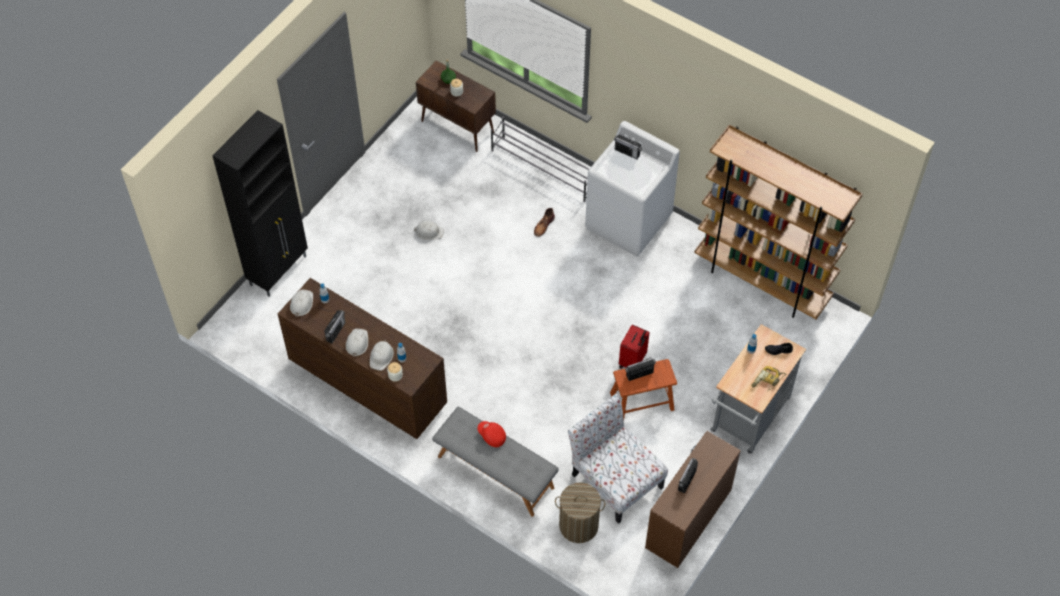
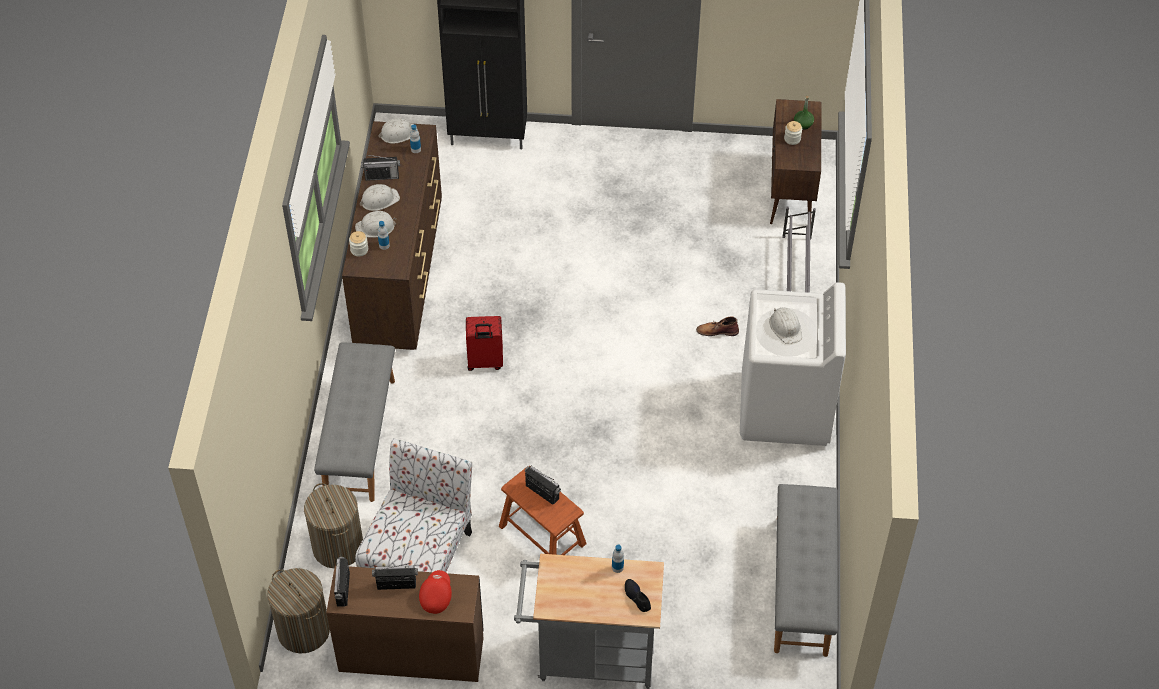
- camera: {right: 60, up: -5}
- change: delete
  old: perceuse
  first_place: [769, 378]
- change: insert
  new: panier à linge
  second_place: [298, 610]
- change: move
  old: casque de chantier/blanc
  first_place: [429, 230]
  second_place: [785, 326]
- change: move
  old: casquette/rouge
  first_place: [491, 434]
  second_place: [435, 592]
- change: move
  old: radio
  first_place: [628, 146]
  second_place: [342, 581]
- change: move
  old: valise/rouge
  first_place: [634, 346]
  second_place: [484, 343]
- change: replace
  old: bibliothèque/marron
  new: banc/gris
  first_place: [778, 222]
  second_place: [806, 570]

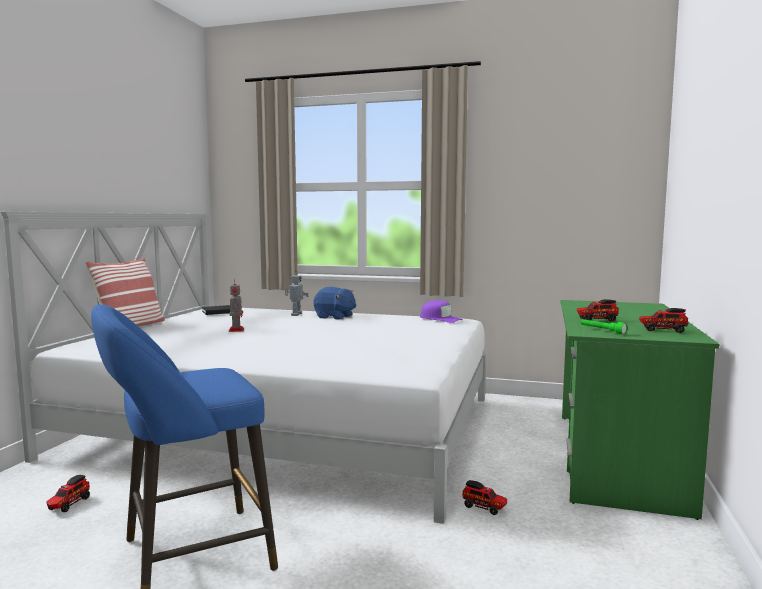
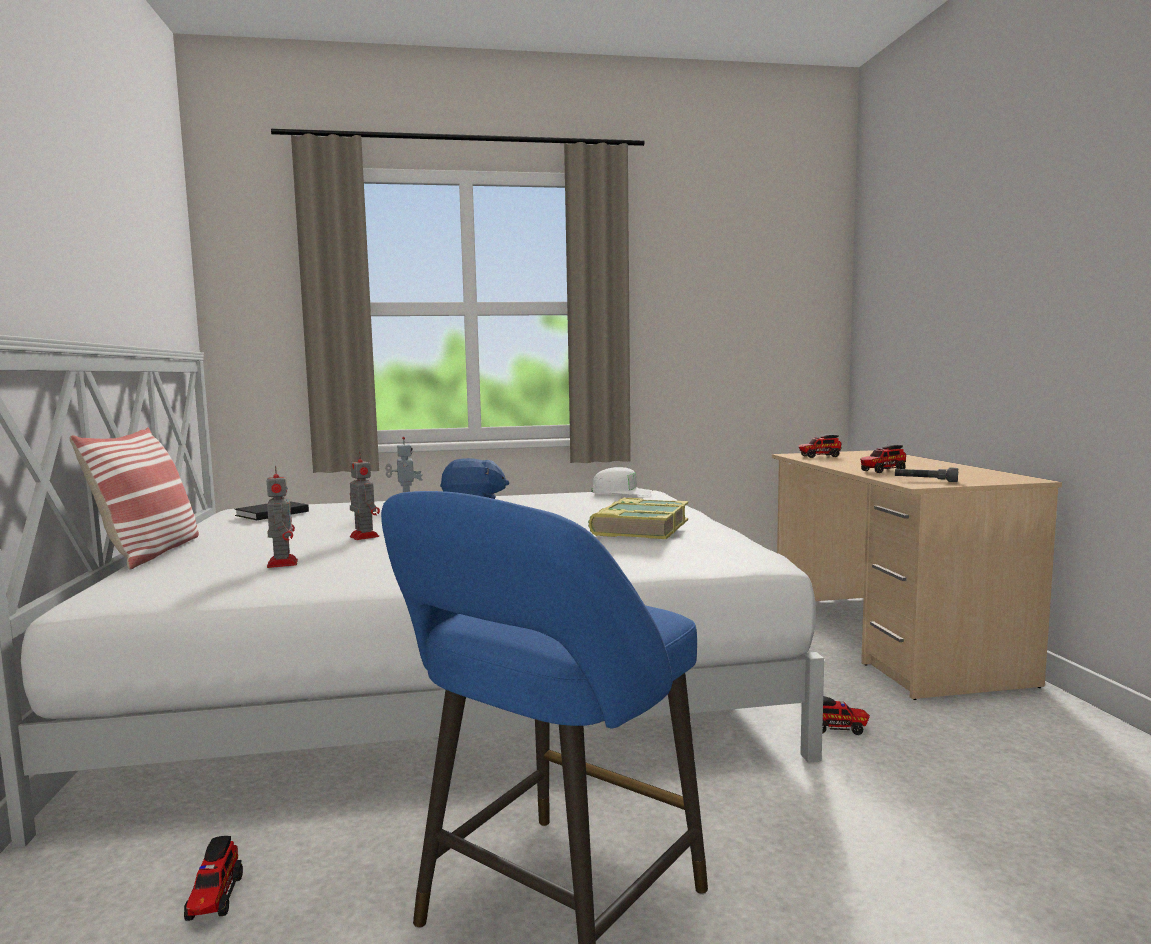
- camera: {right: -25, up: 0}
- change: insert
  new: robot jouet
  second_place: [282, 516]
- change: insert
  new: livre
  second_place: [638, 518]
- change: move
  old: camion jouet
  first_place: [663, 320]
  second_place: [820, 446]
- change: recolor
  old: casquette/violet
  new: casquette/blanc
  first_place: [441, 311]
  second_place: [622, 481]
- change: recolor
  old: bureau/vert
  new: bureau/beige
  first_place: [640, 410]
  second_place: [917, 575]
- change: recolor
  old: lampe de poche/vert
  new: lampe de poche/gris
  first_place: [604, 326]
  second_place: [926, 474]

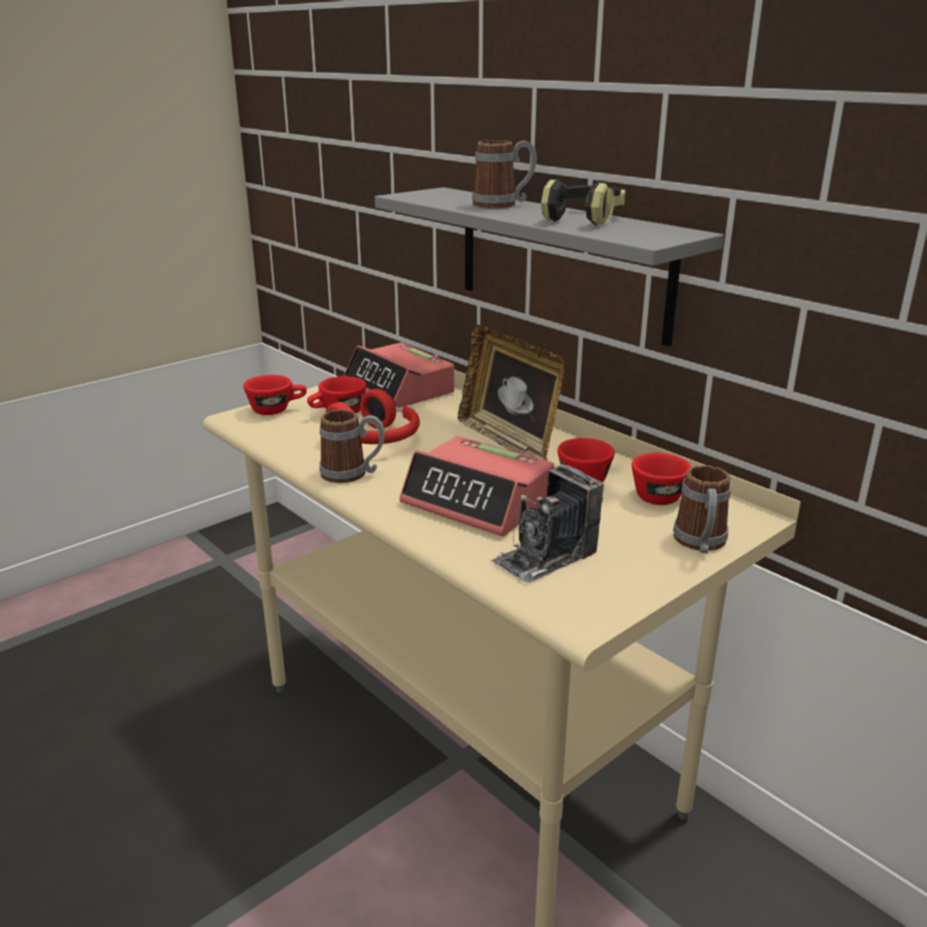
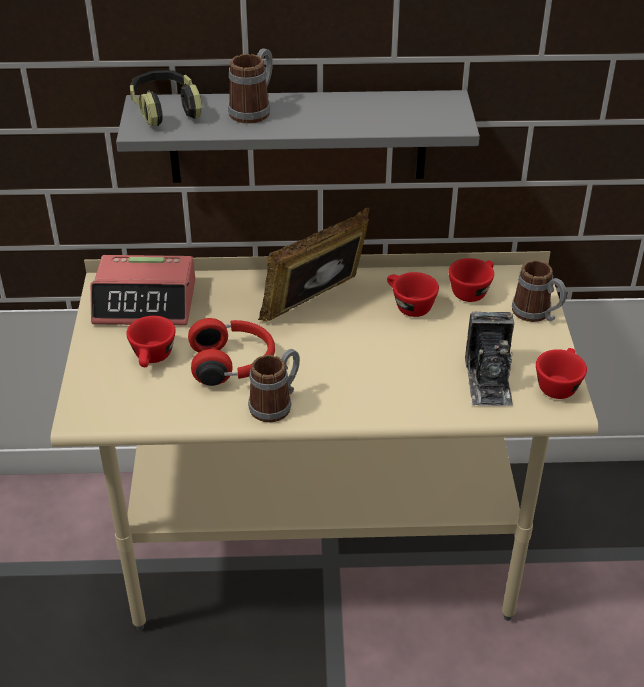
- camera: {right: -50, up: 15}
- change: delete
  old: réveil
  first_place: [477, 486]
- change: move
  old: tasse/rouge
  first_place: [275, 395]
  second_place: [561, 373]
- change: move
  old: casque audio
  first_place: [583, 202]
  second_place: [166, 98]
- change: rotate
  old: cadre photo
  first_place: [512, 392]
  second_place: [313, 265]
  degrees: 135

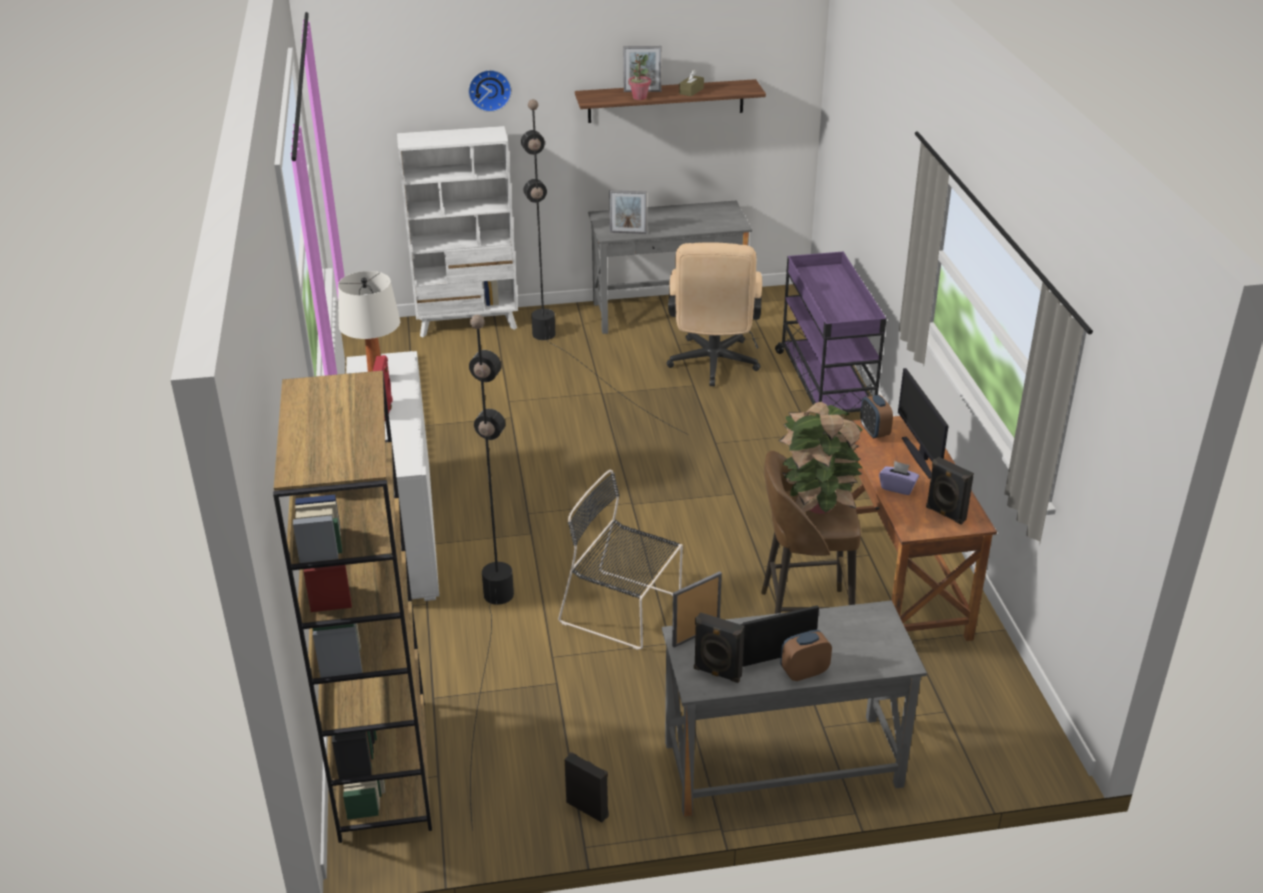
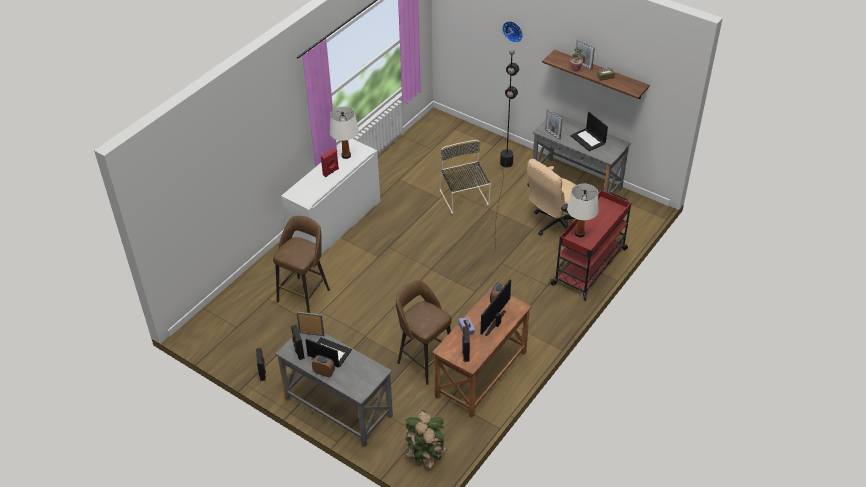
- camera: {right: 45, up: 10}
- change: delete
  old: bibliothèque/marron
  first_place: [352, 606]
- change: delete
  old: bibliothèque/blanc
  first_place: [457, 231]
- change: insert
  new: lampe de table/blanc
  second_place: [583, 210]
- change: insert
  new: ordinateur portable
  second_place: [589, 131]
- change: move
  old: chaise/noir
  first_place: [620, 560]
  second_place: [465, 177]
- change: move
  old: plante en pot
  first_place: [821, 458]
  second_place: [426, 439]
- change: replace
  old: lampadaire/noir
  new: tabouret/marron
  first_place: [491, 572]
  second_place: [301, 264]
- change: recolor
  old: chariot/violet
  new: chariot/rouge
  first_place: [831, 332]
  second_place: [590, 245]

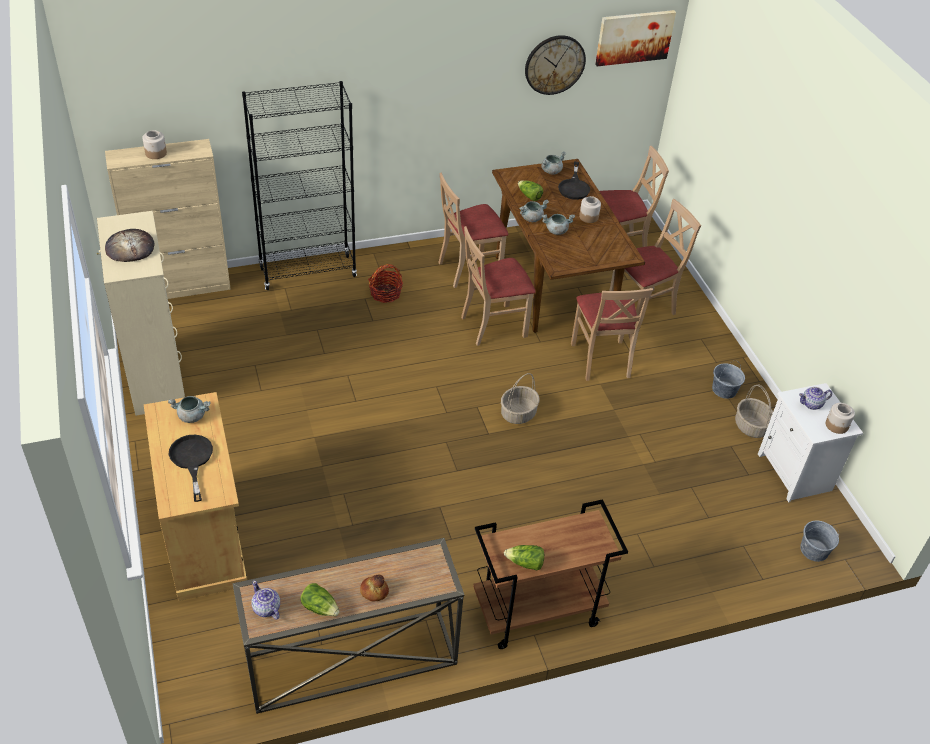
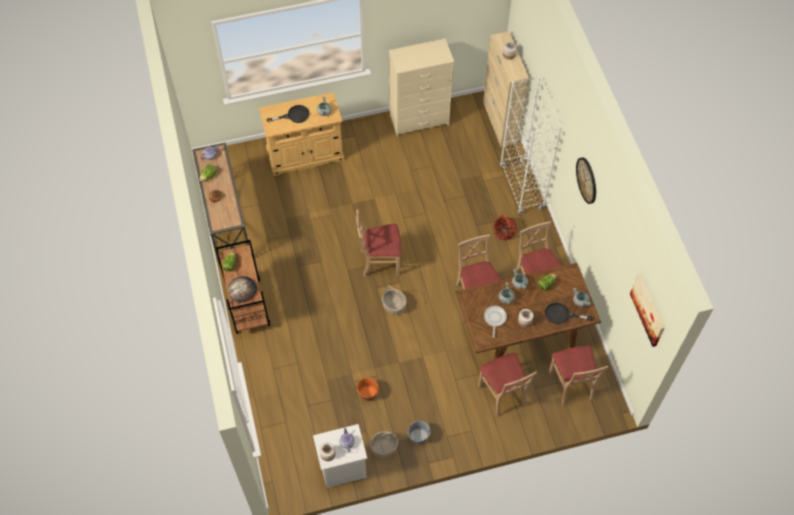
- camera: {right: 95, up: 15}
- change: delete
  old: seau/gris
  first_place: [819, 541]
- change: insert
  new: seau/orange
  second_place: [368, 389]
- change: insert
  new: poêle
  second_place: [495, 321]
- change: move
  old: pain
  first_place: [130, 245]
  second_place: [242, 289]
- change: move
  old: horloge murale
  first_place: [555, 65]
  second_place: [586, 180]
- change: move
  old: chaise/beige
  first_place: [612, 334]
  second_place: [378, 243]
- change: recolor
  old: bibliothèque/noir
  new: bibliothèque/blanc
  first_place: [299, 185]
  second_place: [531, 145]

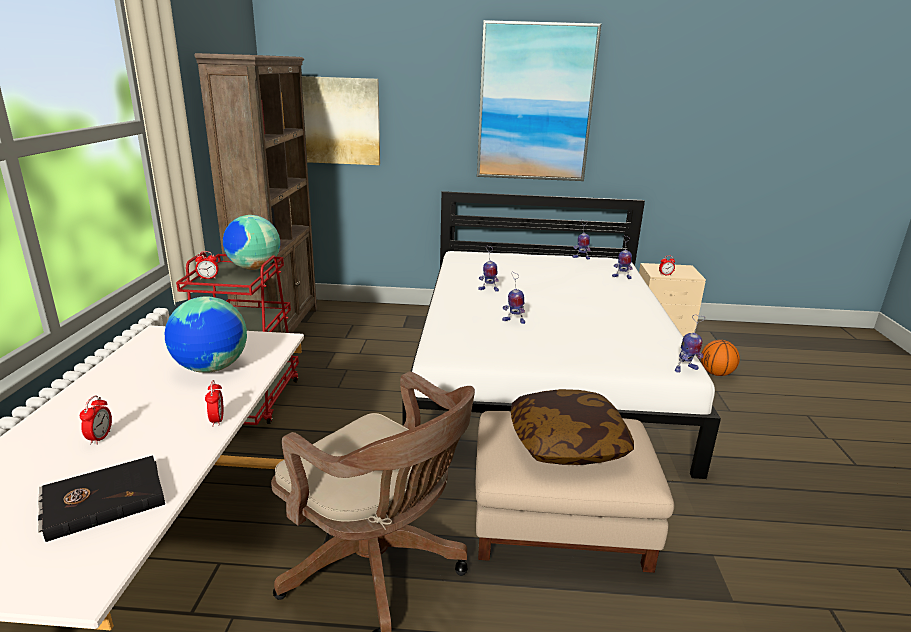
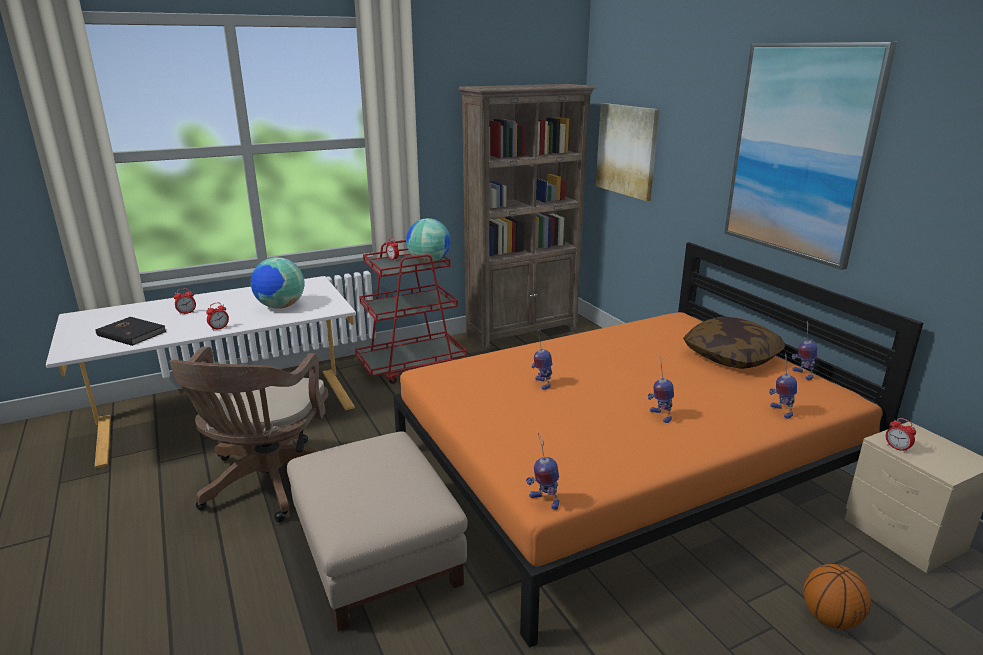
- camera: {right: 60, up: 0}
- change: move
  old: robot jouet
  first_place: [488, 268]
  second_place: [661, 390]
- change: move
  old: coussin
  first_place: [572, 427]
  second_place: [734, 343]
- change: recolor
  old: lit/blanc
  new: lit/orange
  first_place: [561, 335]
  second_place: [658, 445]

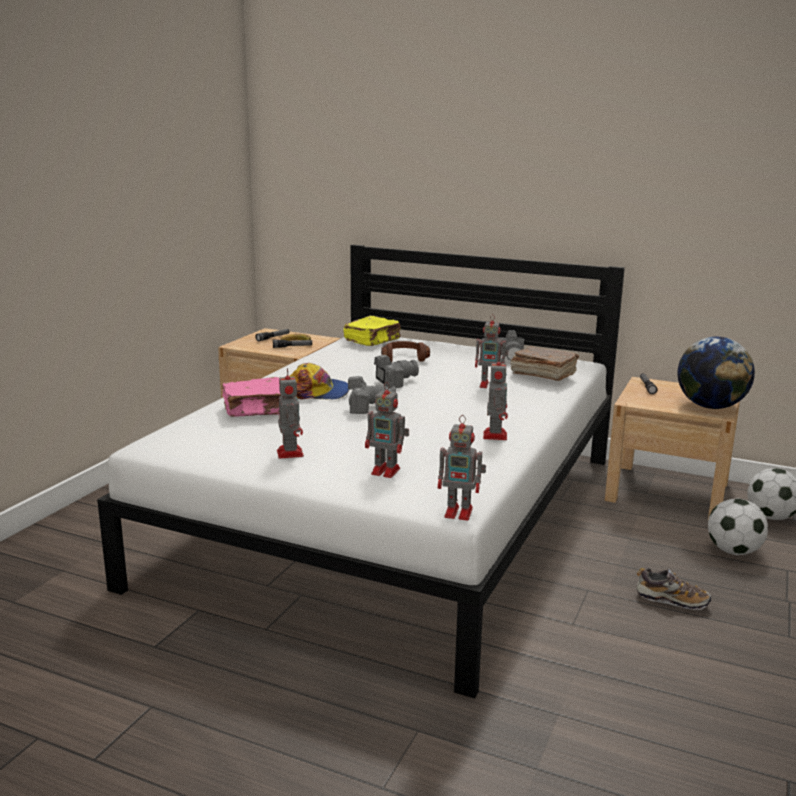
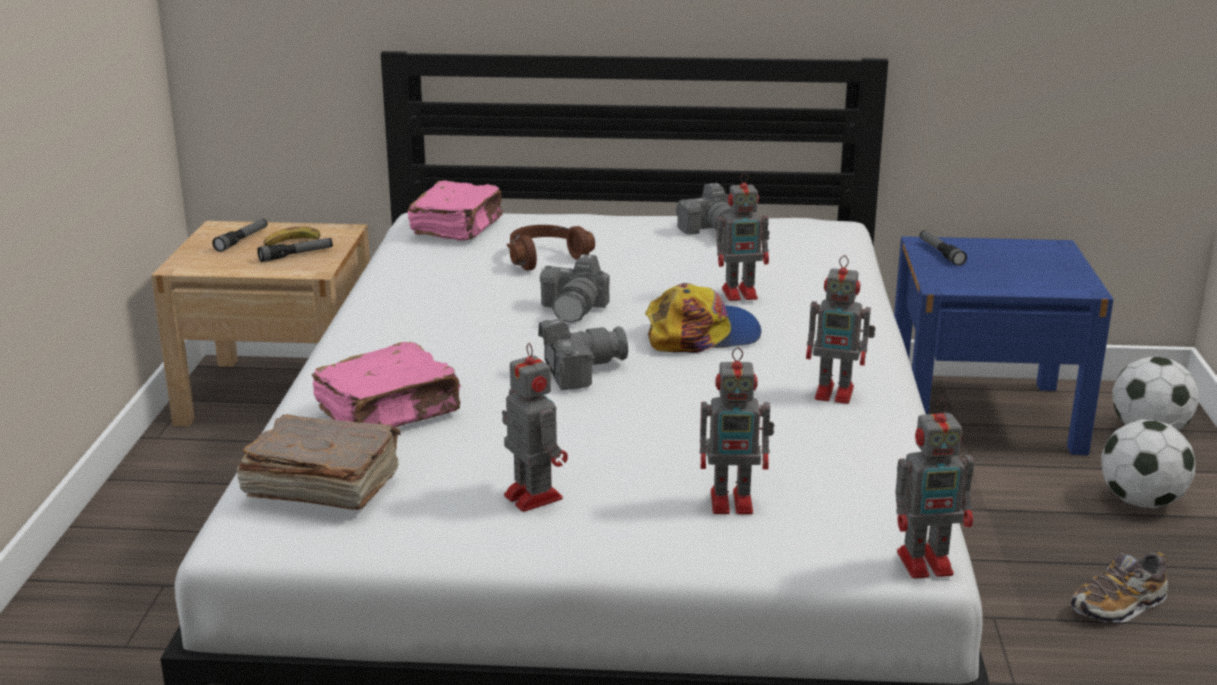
- camera: {right: -20, up: 5}
- change: delete
  old: globe
  first_place: [716, 373]
- change: move
  old: casquette
  first_place: [319, 381]
  second_place: [703, 318]
- change: move
  old: livre/marron
  first_place: [545, 363]
  second_place: [319, 462]
- change: recolor
  old: livre/jaune
  new: livre/rose
  first_place: [372, 331]
  second_place: [455, 210]
- change: recolor
  old: table de chevet/beige
  new: table de chevet/bleu
  first_place: [672, 448]
  second_place: [1004, 345]
- change: rotate
  old: appareil photo
  first_place: [396, 371]
  second_place: [574, 288]
  degrees: 150
- change: rotate
  old: robot jouet
  first_place: [495, 397]
  second_place: [840, 329]
  degrees: 120
- change: rotate
  old: chaussure
  first_place: [674, 588]
  second_place: [1119, 587]
  degrees: 150

